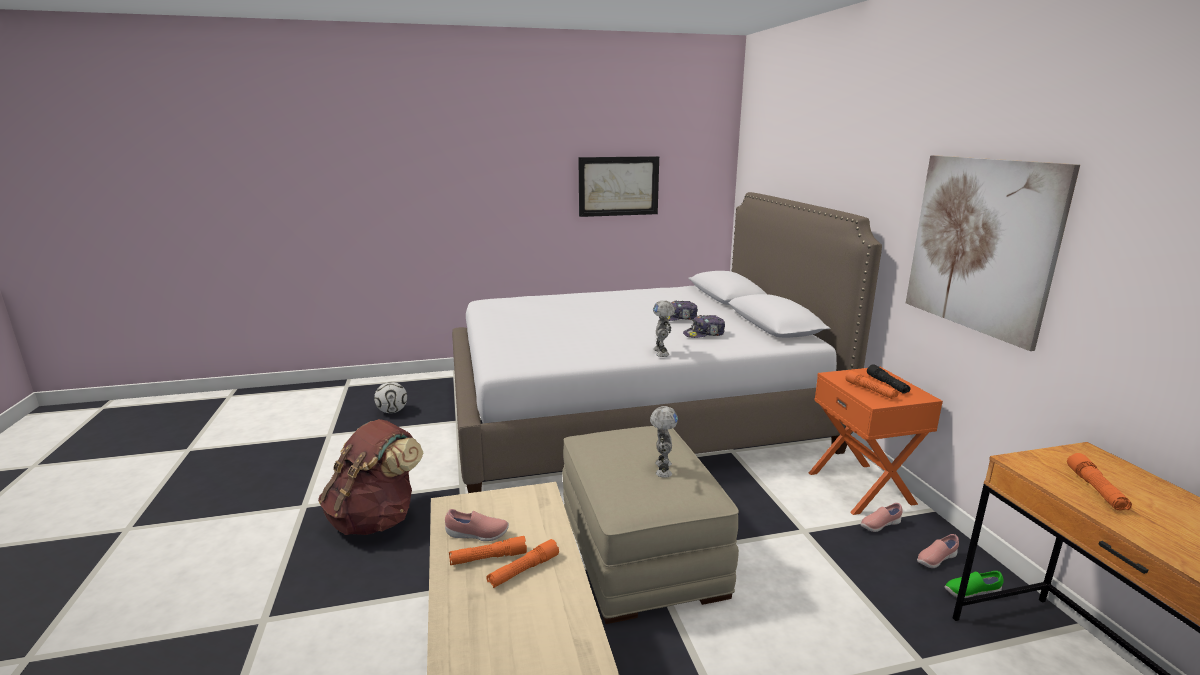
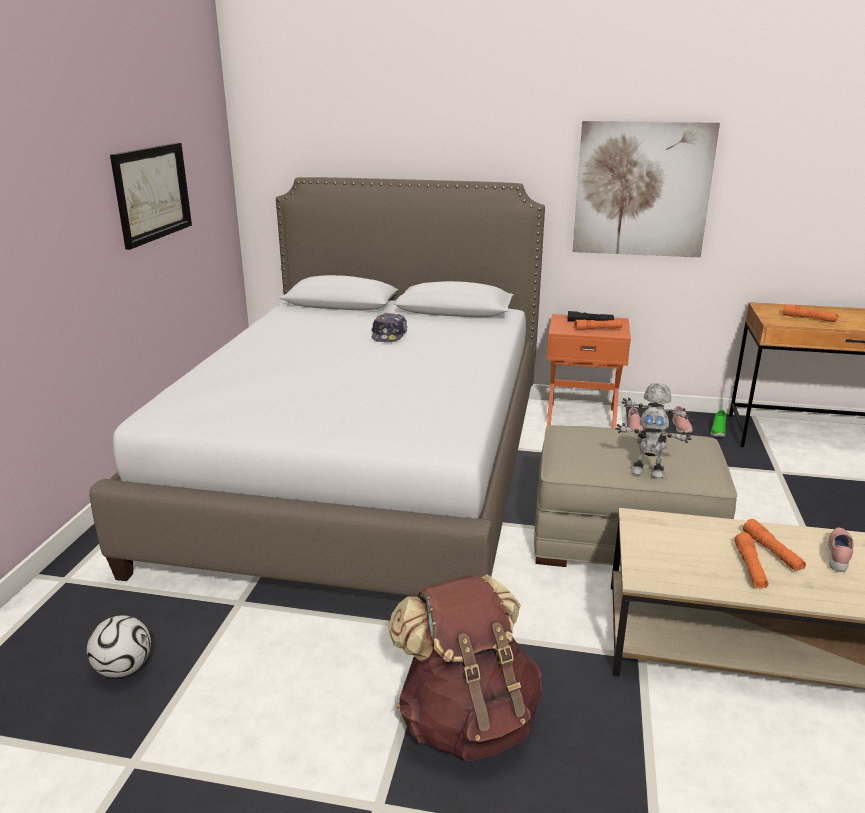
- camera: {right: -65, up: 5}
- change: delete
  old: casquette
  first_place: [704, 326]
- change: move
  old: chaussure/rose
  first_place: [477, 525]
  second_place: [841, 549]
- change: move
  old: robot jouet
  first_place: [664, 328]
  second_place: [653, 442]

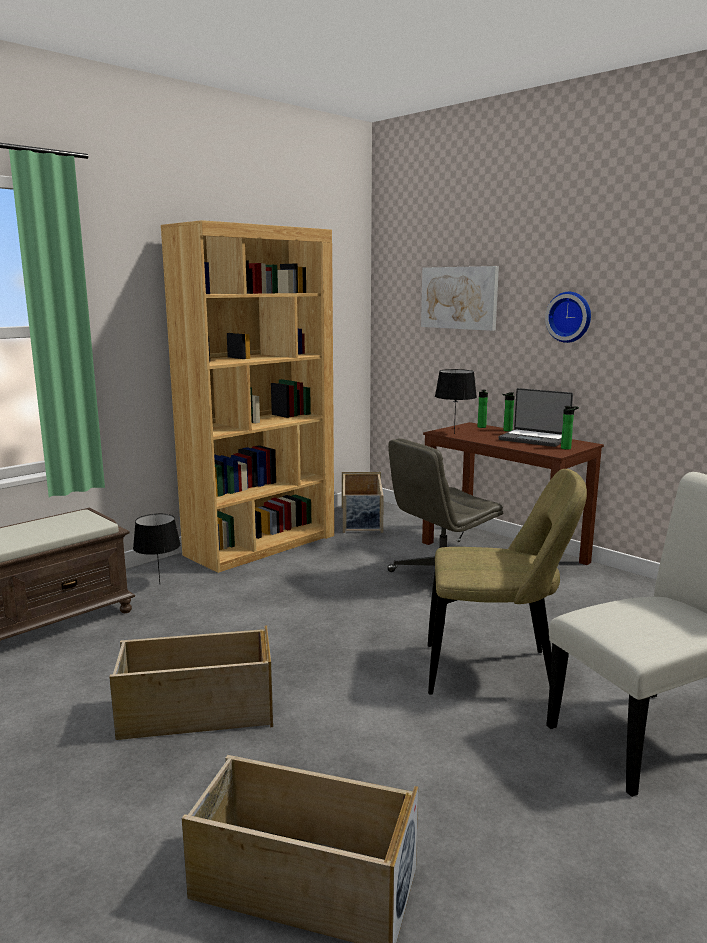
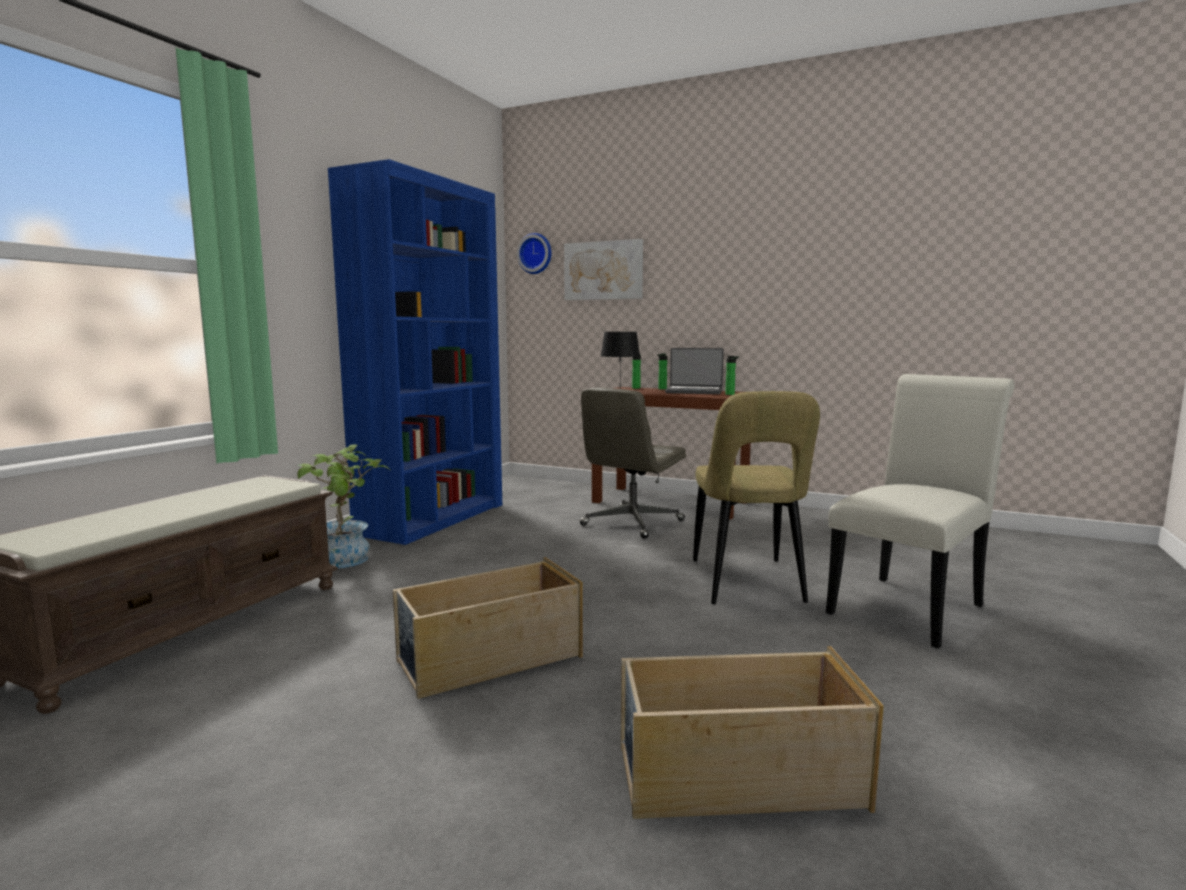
- camera: {right: -20, up: -5}
- change: delete
  old: boîte de rangement/beige
  first_place: [363, 502]
- change: move
  old: horloge murale
  first_place: [568, 317]
  second_place: [534, 253]
- change: replace
  old: lampe de table/noir
  new: plante en pot
  first_place: [157, 548]
  second_place: [343, 506]
- change: recolor
  old: bibliothèque/marron
  new: bibliothèque/bleu
  first_place: [247, 396]
  second_place: [415, 352]
- change: rotate
  old: chaise/beige
  first_place: [507, 582]
  second_place: [756, 497]
  degrees: 105

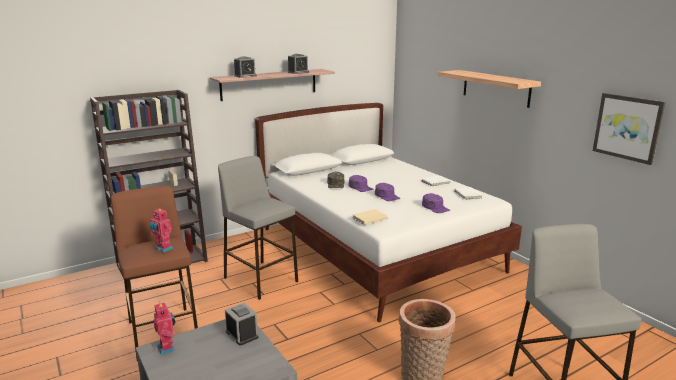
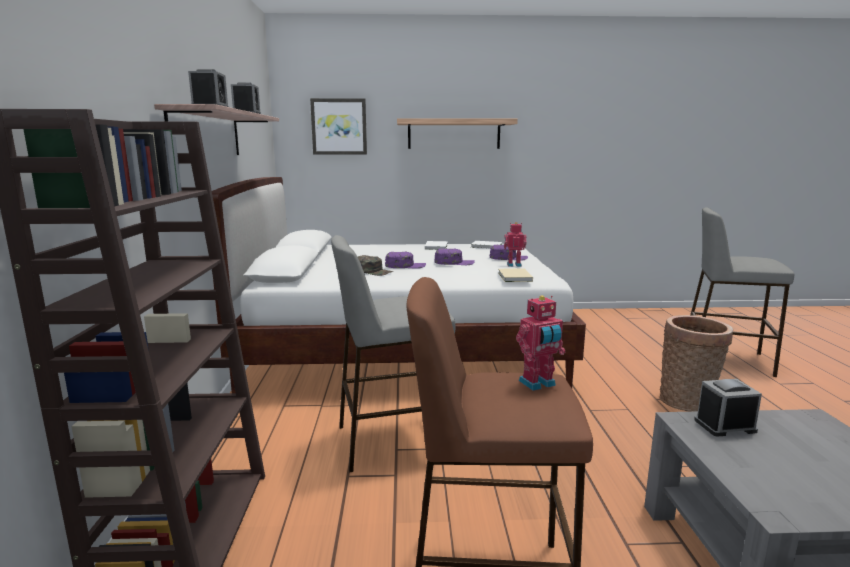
- camera: {right: -60, up: -5}
- change: move
  old: robot jouet
  first_place: [164, 328]
  second_place: [515, 244]
- change: move
  old: tableau
  first_place: [629, 129]
  second_place: [338, 126]

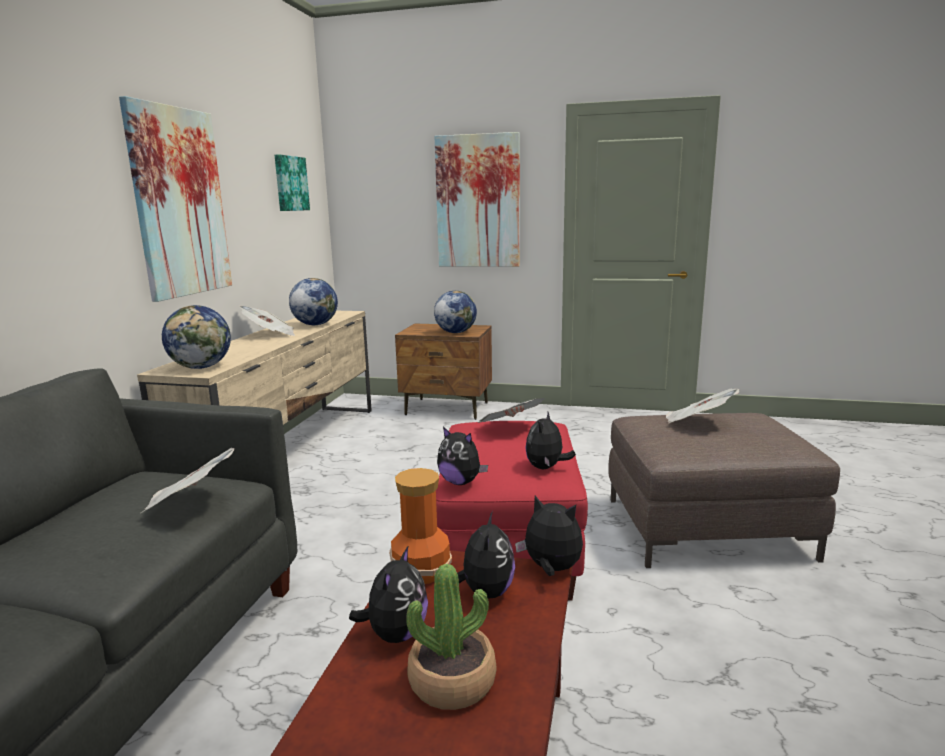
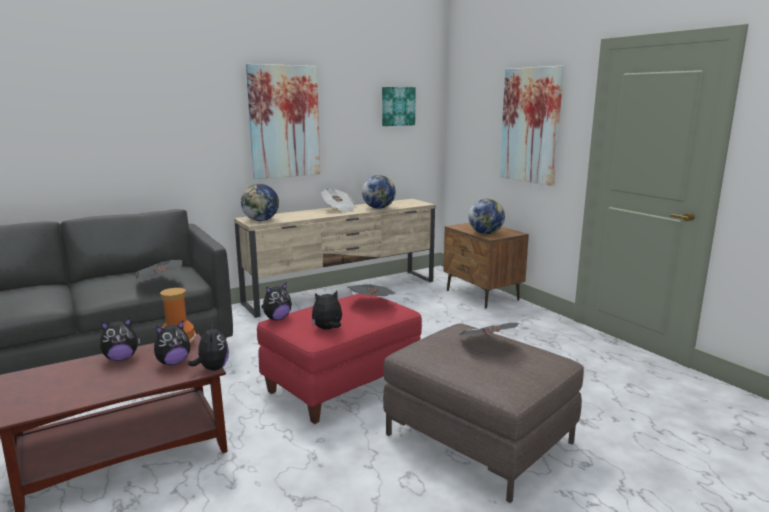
- camera: {right: 45, up: 0}
- change: delete
  old: plante en pot
  first_place: [451, 637]
- change: rotate
  old: peluche
  first_place: [462, 456]
  second_place: [276, 301]
  degrees: -120

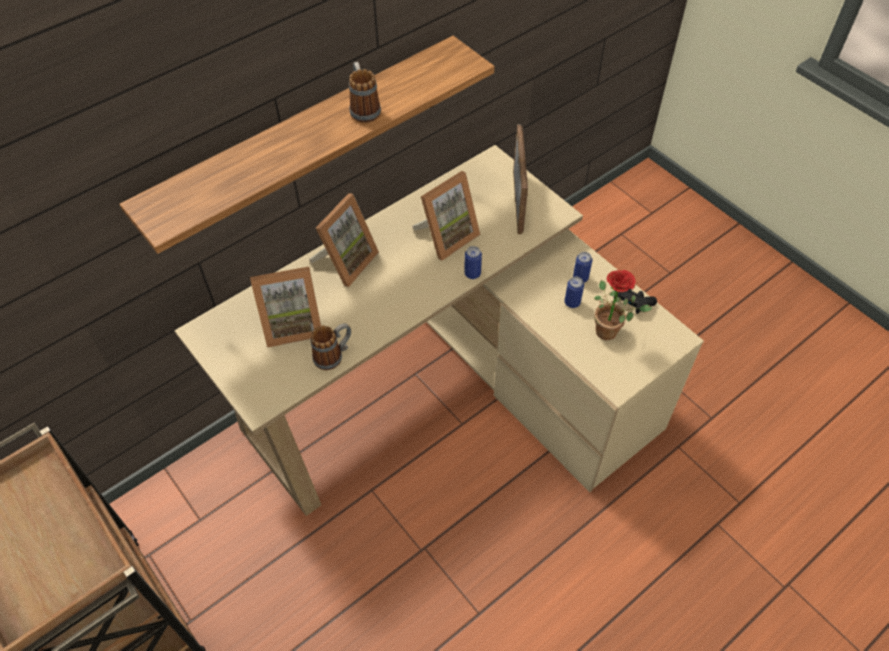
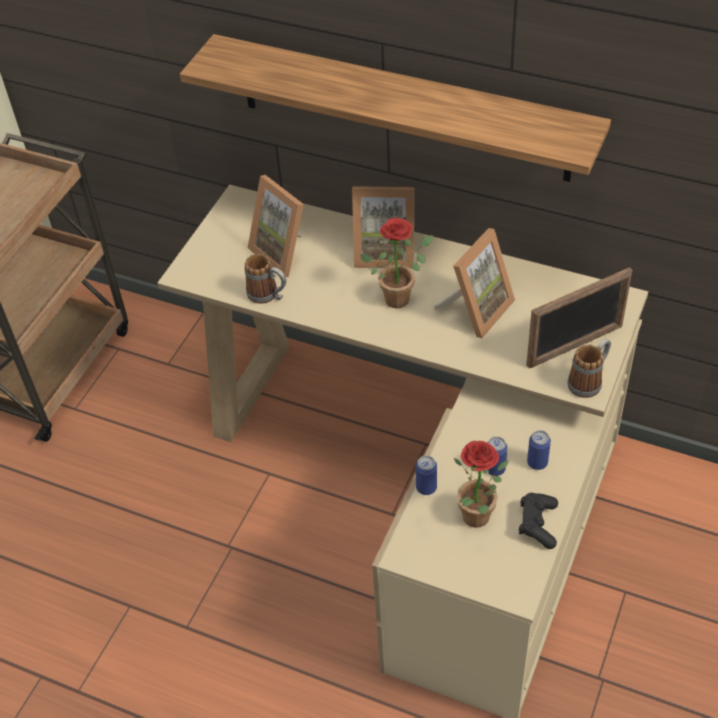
- camera: {right: 65, up: -5}
- change: insert
  new: plante en pot
  second_place: [396, 263]
- change: move
  old: mug
  first_place: [365, 92]
  second_place: [589, 368]
- change: move
  old: boîte métallique
  first_place: [473, 262]
  second_place: [426, 475]
- change: rotate
  old: cadre photo
  first_place: [446, 216]
  second_place: [474, 283]
  degrees: -75

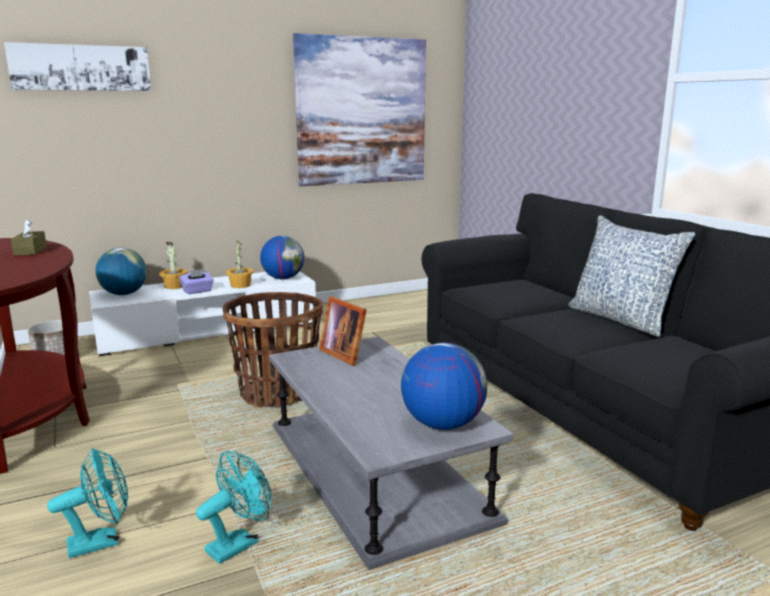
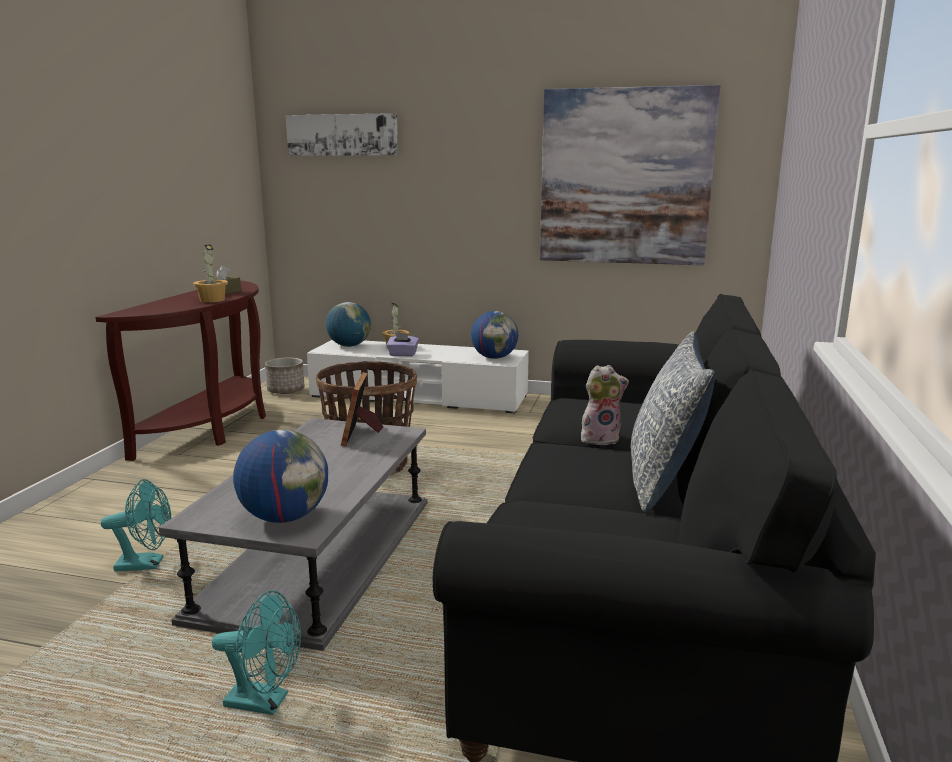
- camera: {right: 40, up: 0}
- change: insert
  new: peluche
  second_place: [605, 405]
- change: move
  old: ventilateur/turquoise
  first_place: [87, 503]
  second_place: [256, 652]
- change: move
  old: plante en pot
  first_place: [240, 264]
  second_place: [210, 273]

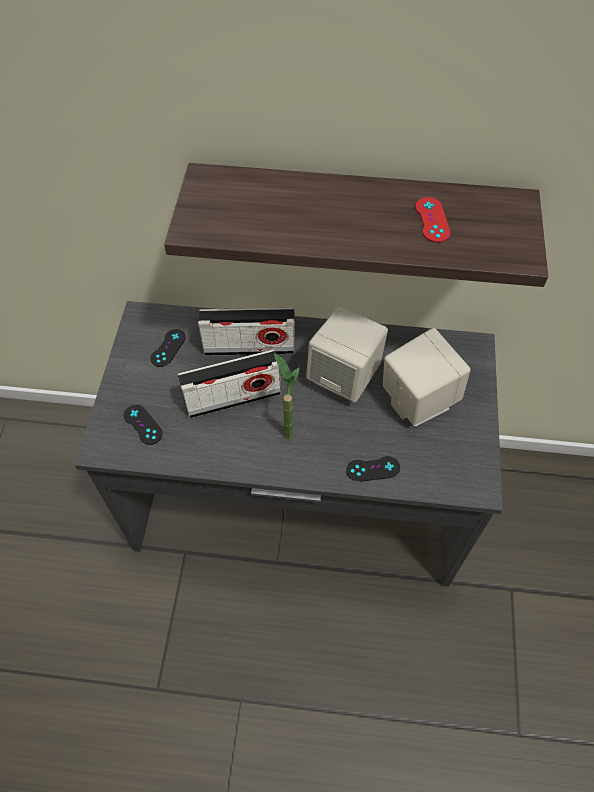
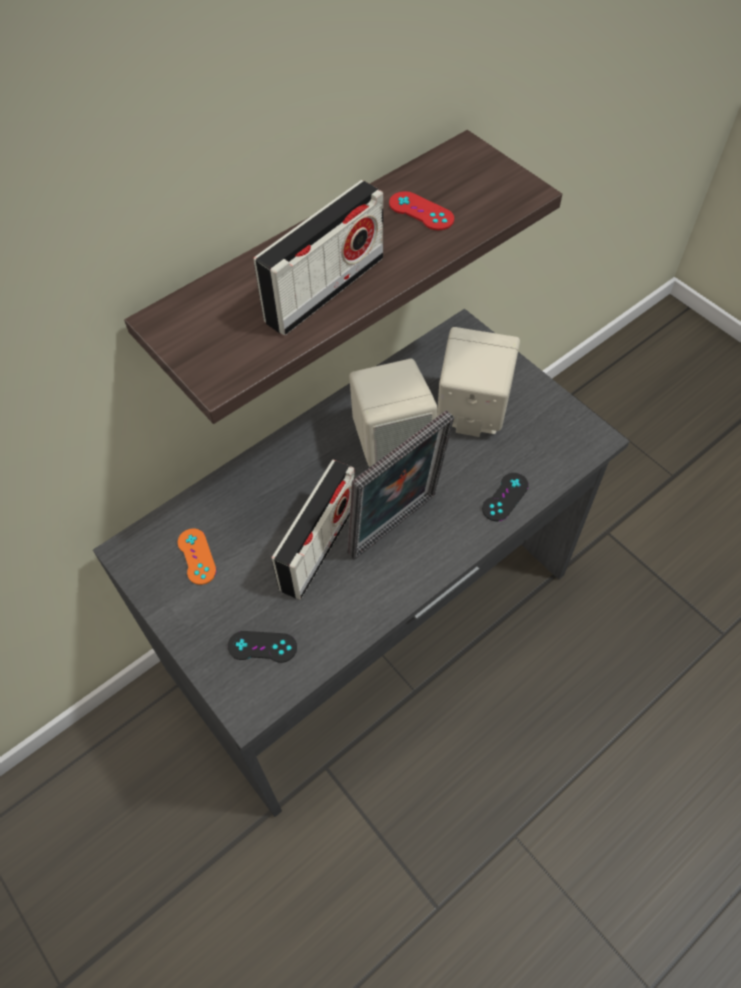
- camera: {right: -45, up: 0}
- change: move
  old: radio
  first_place: [246, 332]
  second_place: [318, 258]
- change: replace
  old: plante en pot
  new: cadre photo
  first_place: [286, 396]
  second_place: [400, 484]
- change: recolor
  old: manette/noir
  new: manette/orange
  first_place: [168, 348]
  second_place: [197, 557]

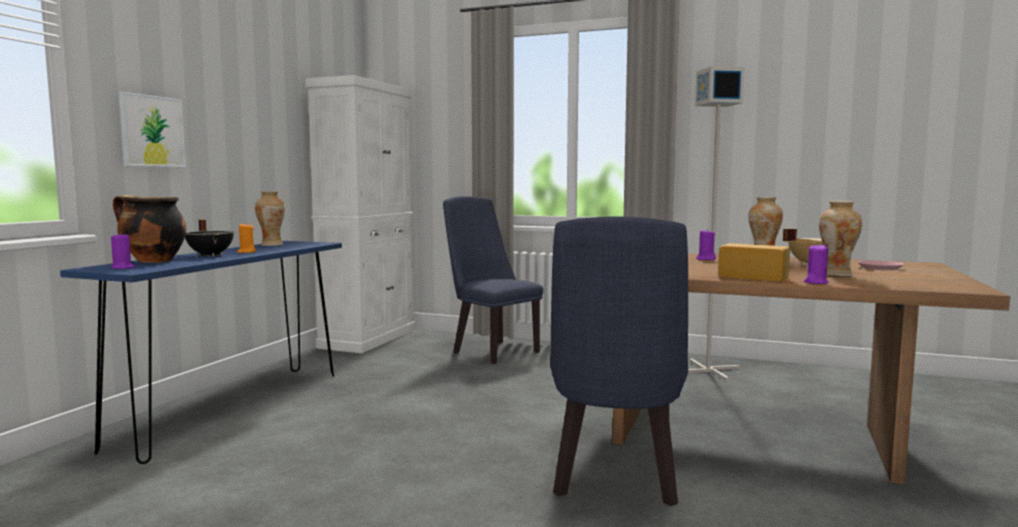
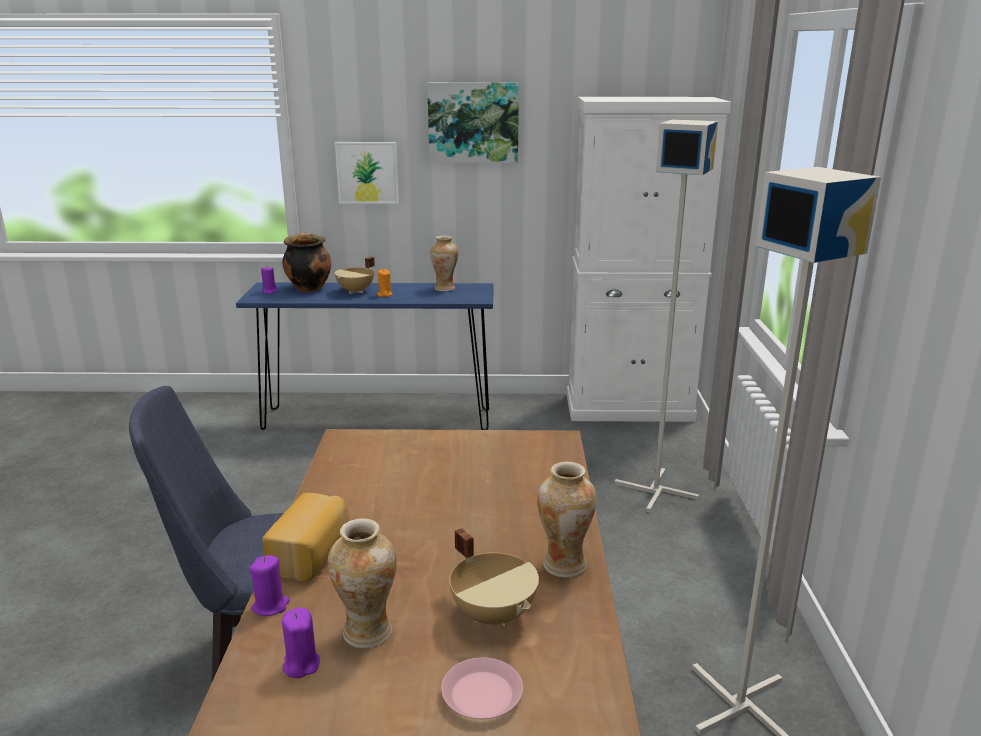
- camera: {right: 70, up: 15}
- change: insert
  new: tableau
  second_place: [473, 122]
- change: move
  old: bougie/violet
  first_place: [706, 244]
  second_place: [301, 643]
- change: replace
  old: chaise/bleu
  new: lampadaire/gris
  first_place: [493, 280]
  second_place: [666, 315]
- change: recolor
  old: marmite/noir
  new: marmite/beige
  first_place: [209, 237]
  second_place: [355, 275]

